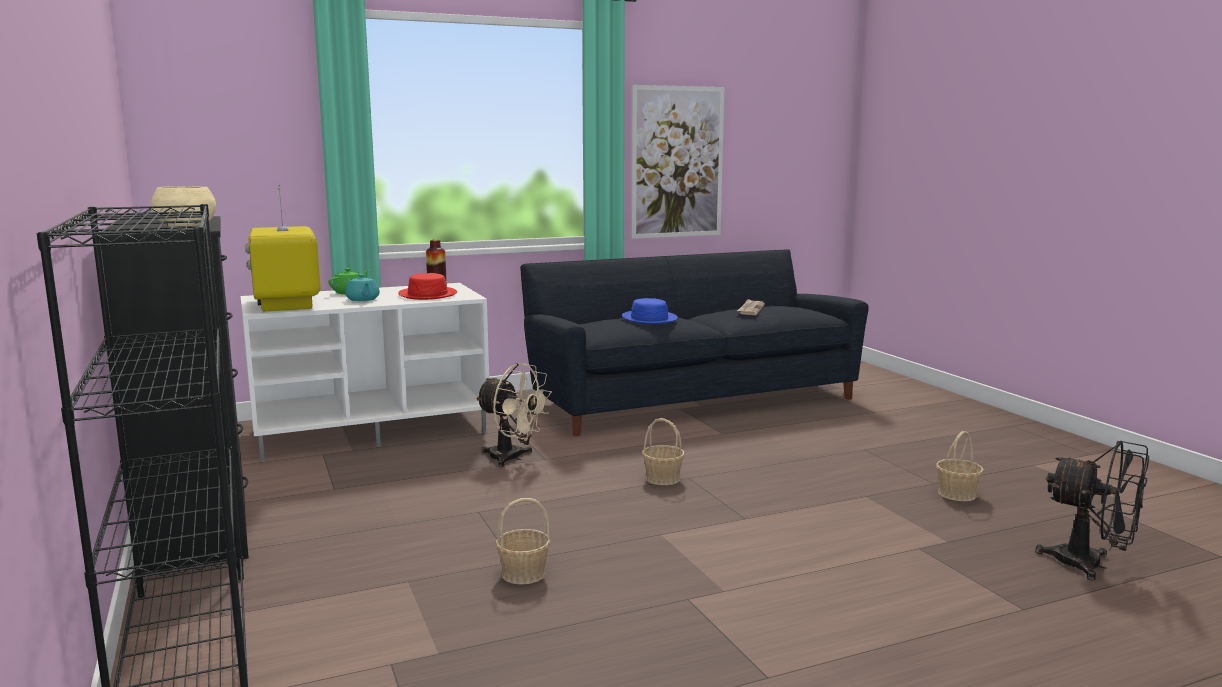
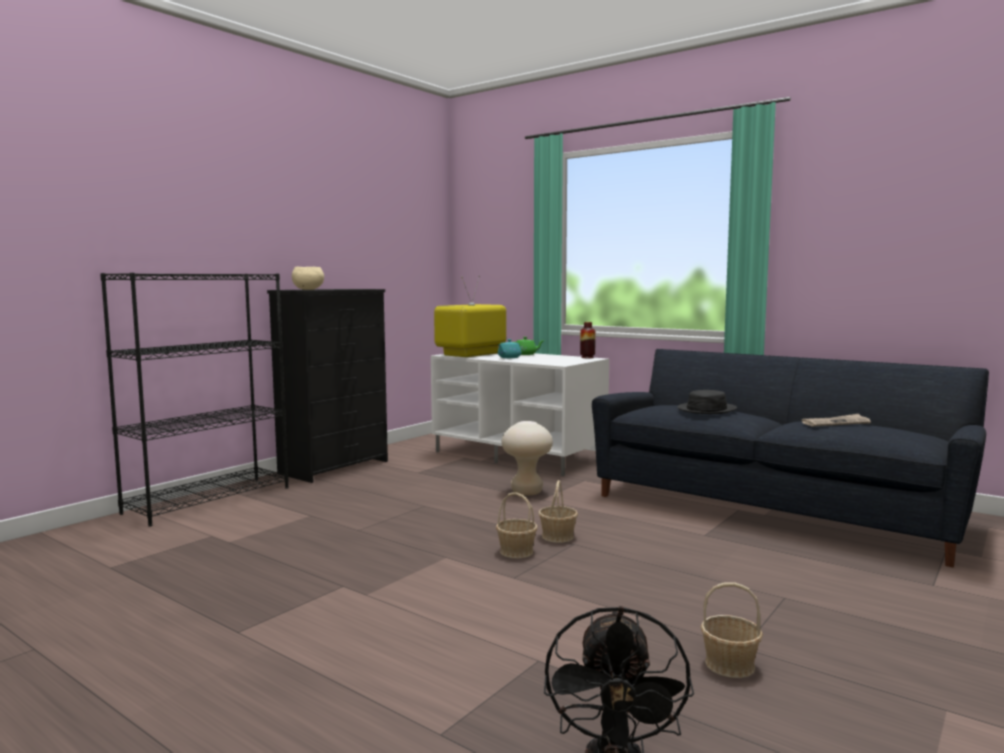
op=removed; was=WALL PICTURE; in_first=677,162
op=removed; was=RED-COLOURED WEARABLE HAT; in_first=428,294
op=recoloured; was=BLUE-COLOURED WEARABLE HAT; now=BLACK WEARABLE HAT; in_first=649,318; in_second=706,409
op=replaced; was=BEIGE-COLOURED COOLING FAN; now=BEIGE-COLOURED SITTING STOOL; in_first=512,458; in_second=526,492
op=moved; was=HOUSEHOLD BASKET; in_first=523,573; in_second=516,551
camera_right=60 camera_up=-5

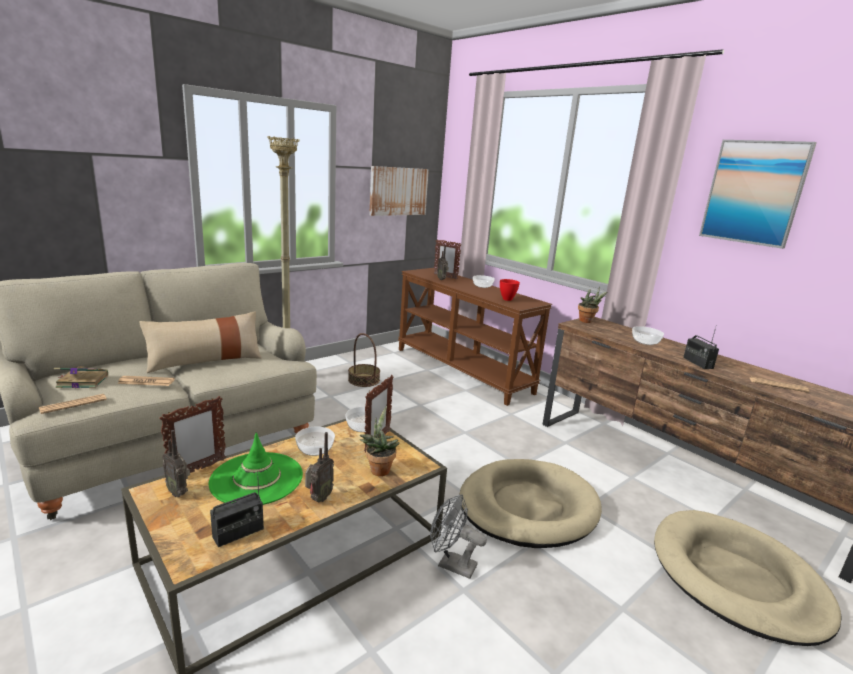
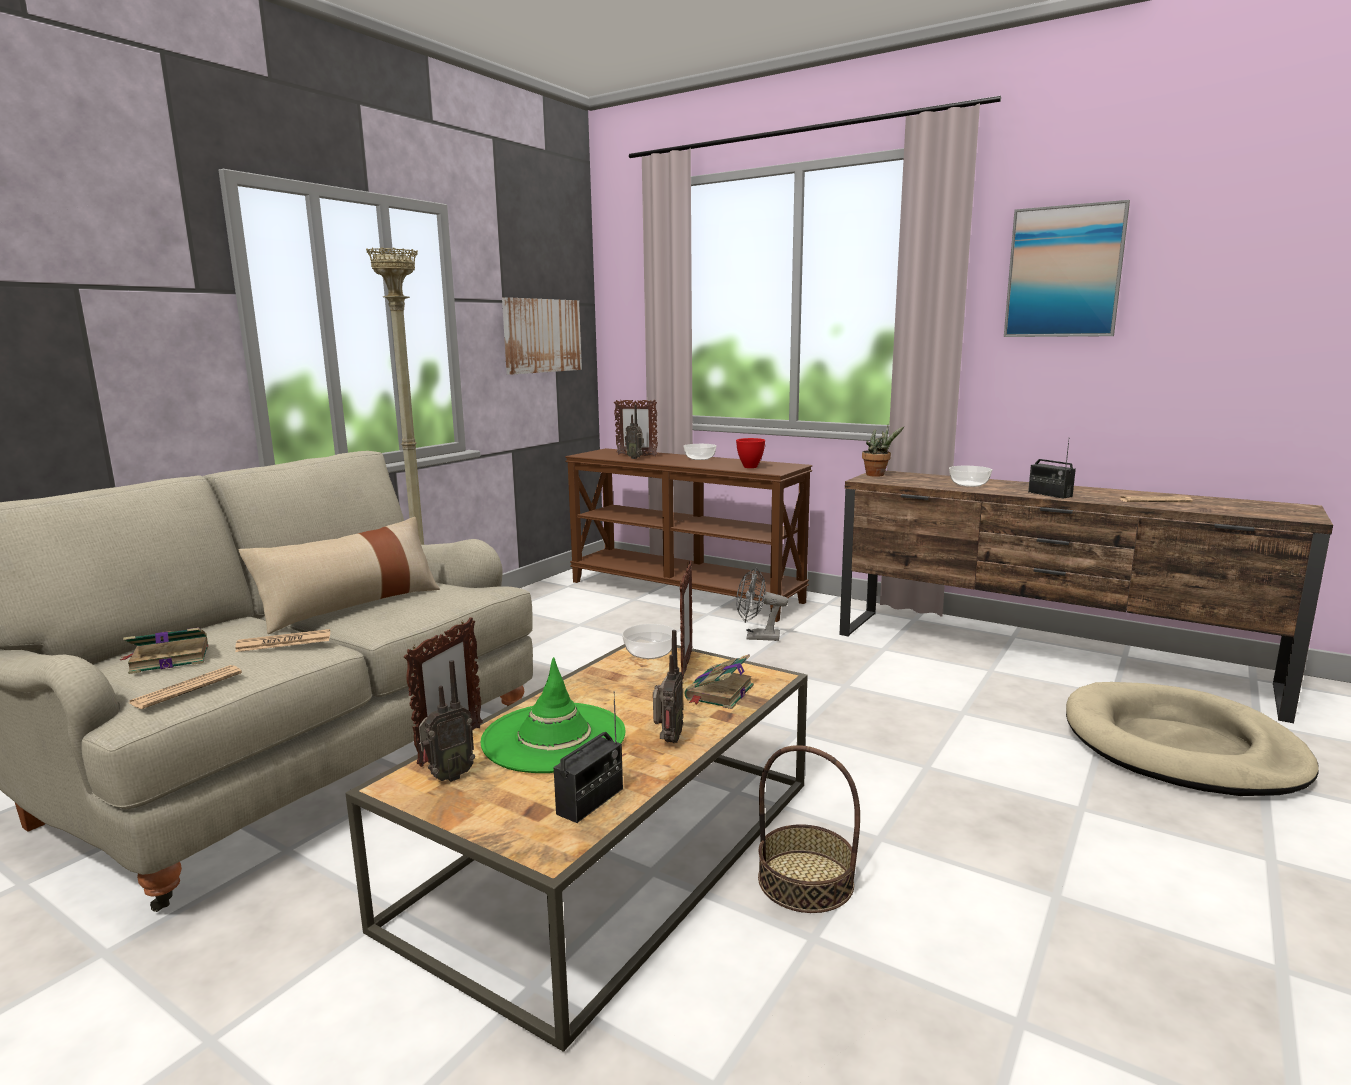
op=moved; was=HOUSEHOLD BASKET; in_first=363,380; in_second=805,881
op=replaced; was=HOUSEPLANT; now=VOLUME; in_first=379,469; in_second=719,693
op=removed; was=DEEP DISH; in_first=314,449
op=turned; was=RADIO RECEIVER; in_first=179,492; in_second=448,777; clockwise=-60
op=removed; was=BEIGE-COLOURED DOG BED; in_first=527,507
op=moved; was=GREYISH COOLING FAN; in_first=451,564; in_second=757,637
camera_right=-15 camera_up=-5

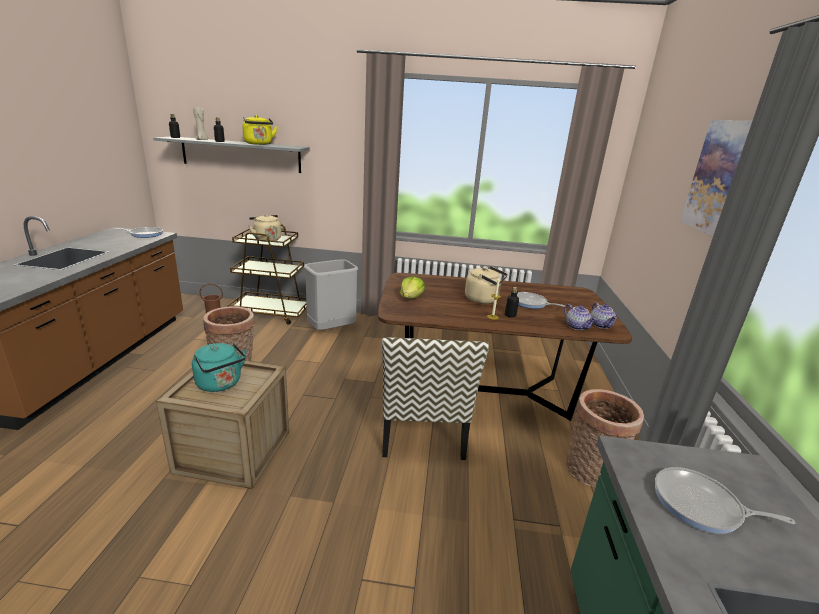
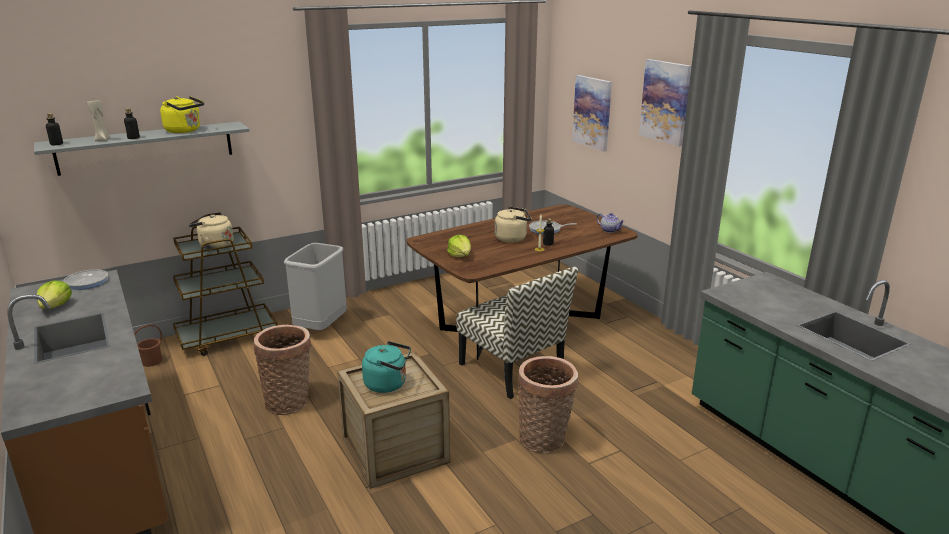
op=removed; was=POT FOR TEA; in_first=577,327
op=moved; was=HOUSEHOLD BASKET; in_first=591,473; in_second=545,440
op=removed; was=SKILLET; in_first=701,506
op=added; now=WALL PICTURE; in_second=592,112
op=added; now=LETTUCE HEAD; in_second=55,306
camera_right=-35 camera_up=0

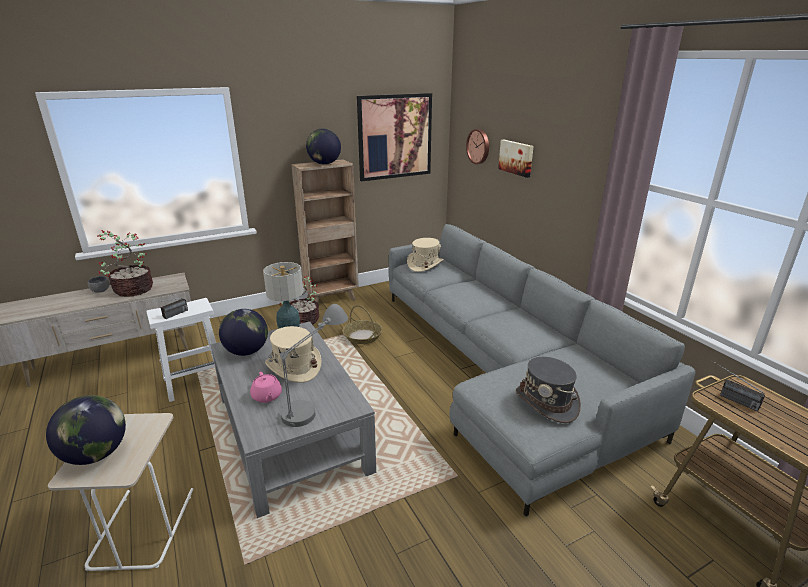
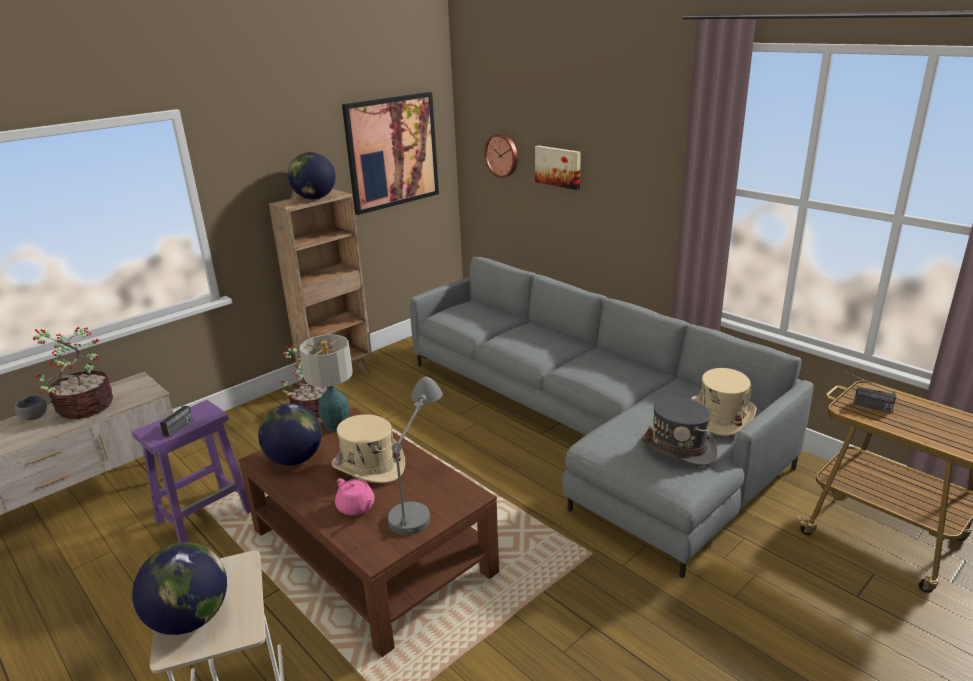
op=moved; was=BEIGE-COLOURED WEARABLE HAT; in_first=425,264; in_second=721,416
op=recoloured; was=WHITE SITTING STOOL; now=PURPLISH SITTING STOOL; in_first=196,381; in_second=206,516
op=removed; was=HOUSEHOLD BASKET; in_first=362,336
op=recoloured; was=GREYISH LOW TABLE; now=BROWN-COLOURED LOW TABLE; in_first=292,433; in_second=372,551
camera_right=-15 camera_up=0

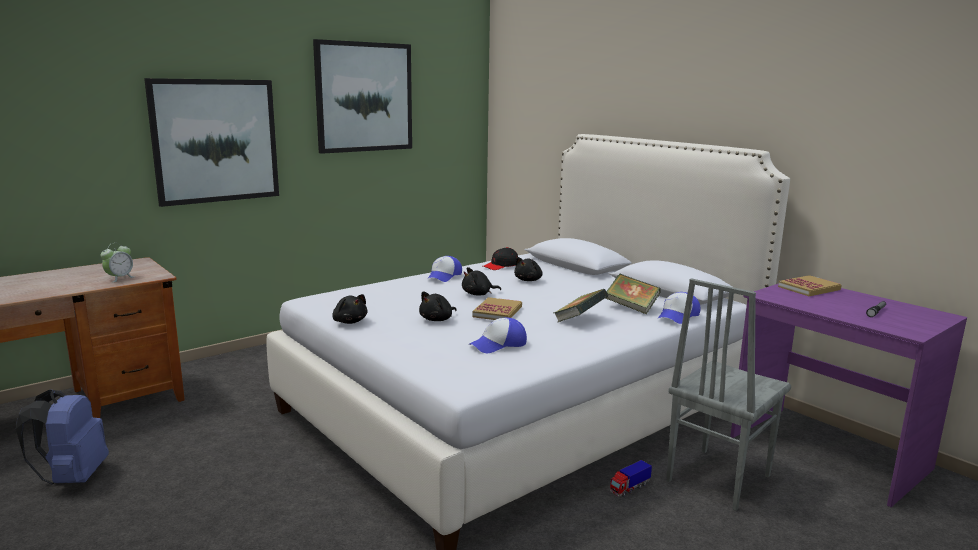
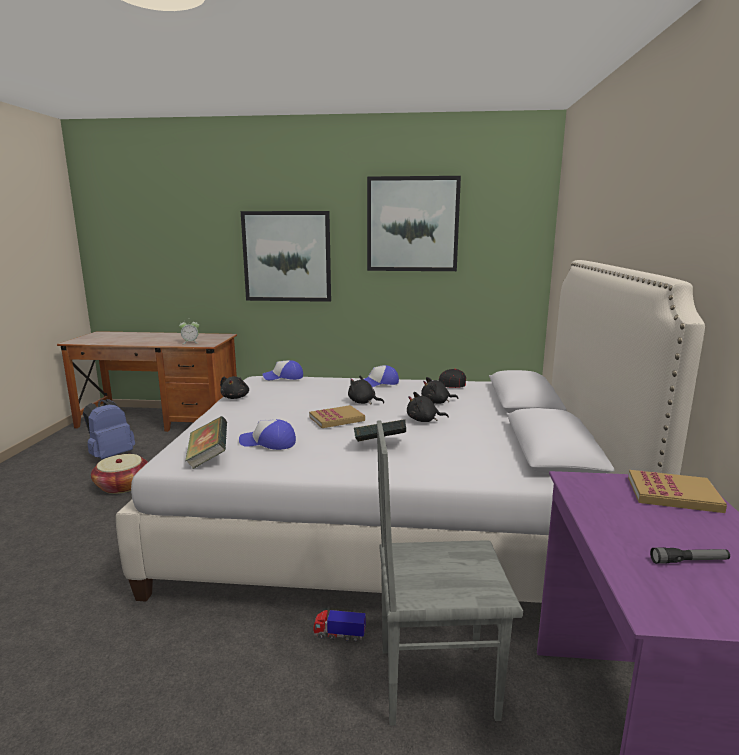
op=moved; was=VOLUME; in_first=631,307; in_second=208,458
op=moved; was=BLACK CUDDLY TOY; in_first=437,319; in_second=424,420
op=moved; was=CAP; in_first=678,316; in_second=283,377
op=added; now=HOUSEHOLD BASKET; in_second=122,485
camera_right=45 camera_up=0

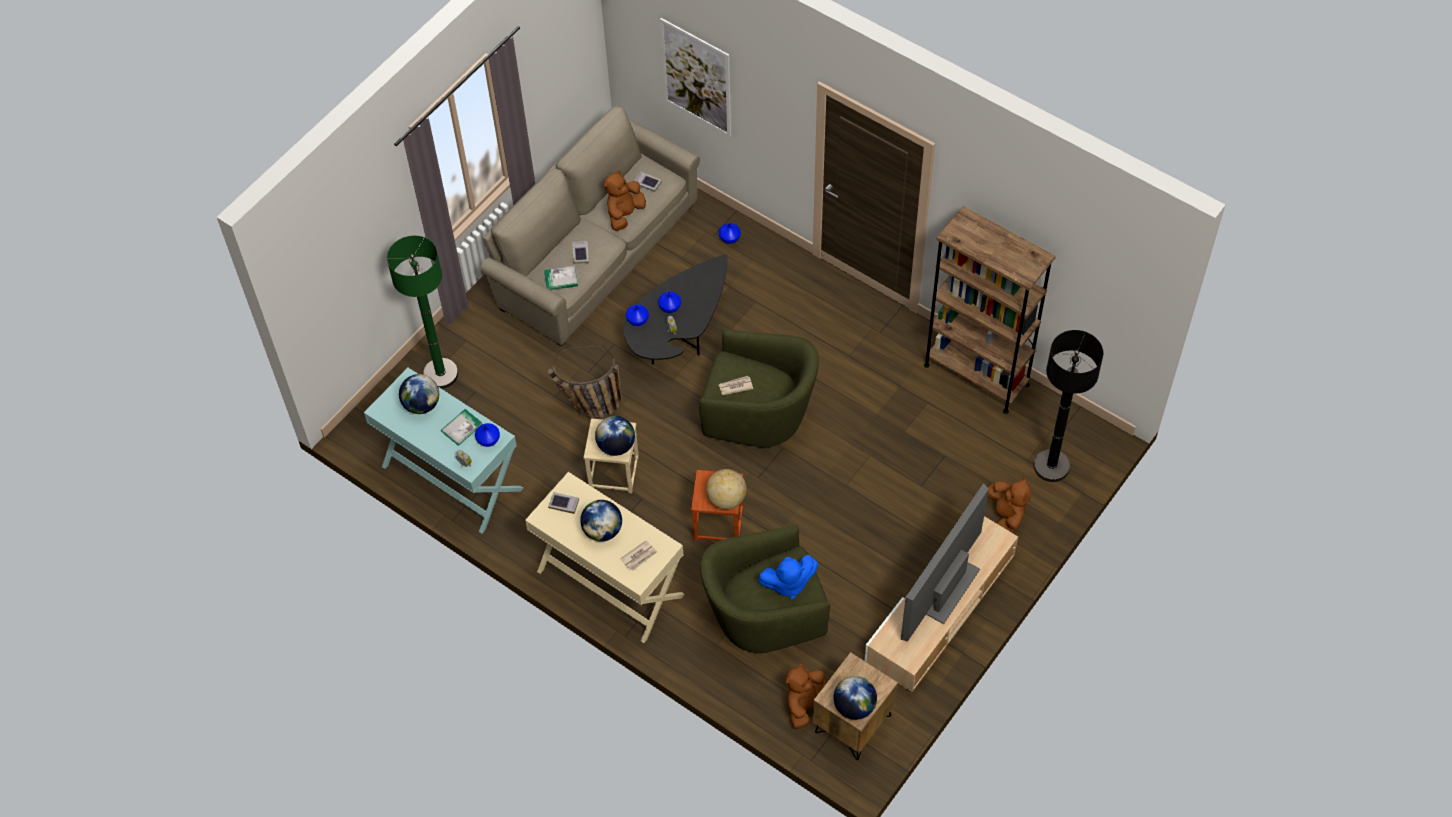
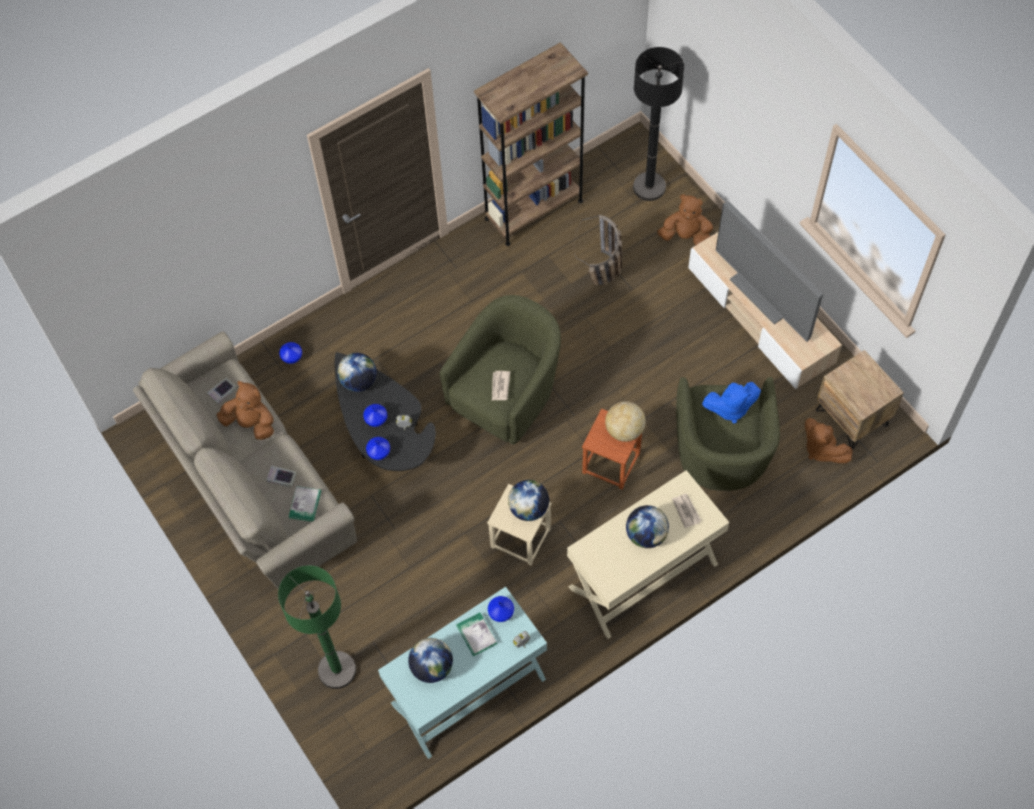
op=removed; was=WALL PICTURE; in_first=696,77
op=turned; was=BROWN-COLOURED CUDDLY TOY; in_first=624,214; in_second=251,423; clockwise=150
op=moved; was=HOUSEHOLD BASKET; in_first=587,407; in_second=603,276
op=removed; was=VOLUME; in_first=564,504
op=turned; was=BLUE-COLOURED CUDDLY TOY; in_first=788,583; in_second=730,408; clockwise=75
op=moved; was=GLOBE; in_first=854,706; in_second=359,381
camera_right=-70 camera_up=5

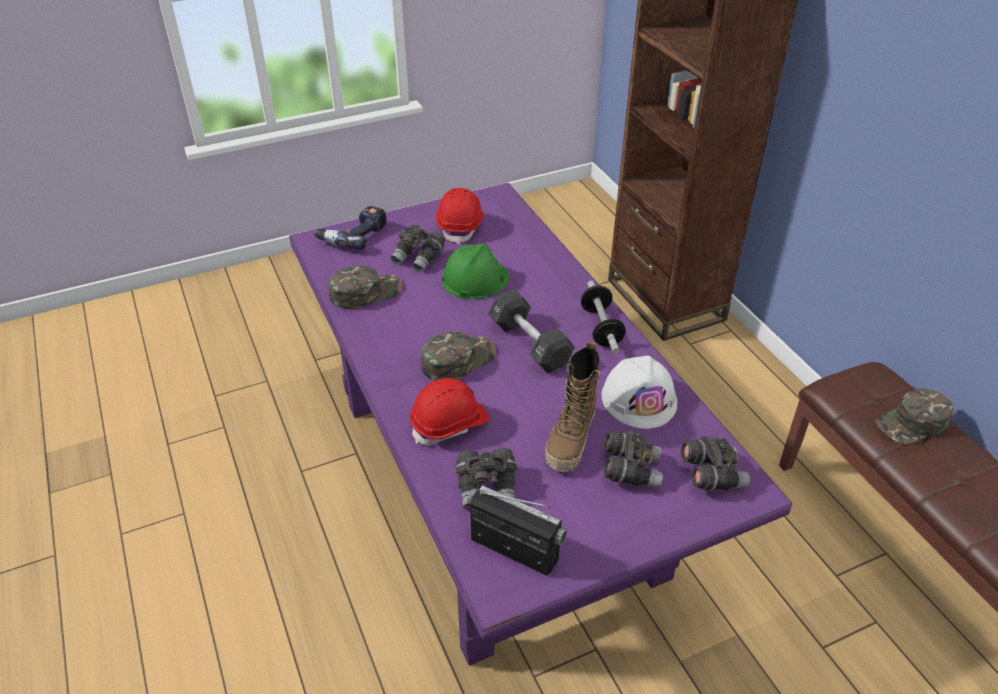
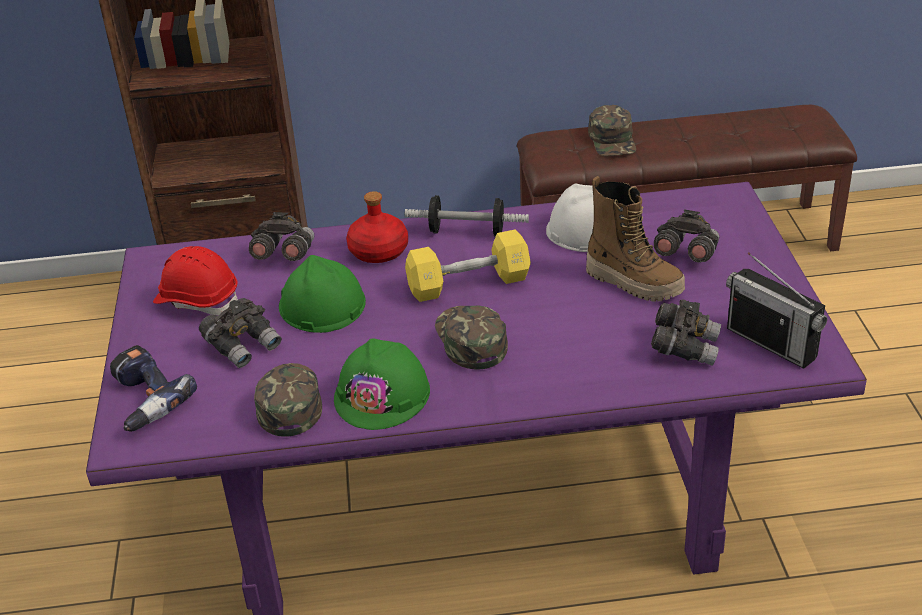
op=recoloured; was=BLACK HAND WEIGHT; now=YELLOW-COLOURED HAND WEIGHT; in_first=530,344; in_second=468,283
op=removed; was=RED-COLOURED HARD HAT; in_first=450,424
op=moved; was=GREYISH BINOCULARS; in_first=711,475; in_second=284,255
op=turned; was=RADIO RECEIVER; in_first=514,549; in_second=771,343; clockwise=-90
op=added; now=RED-COLOURED BOTTLE; in_second=379,251
op=added; now=GREENISH HARD HAT; in_second=382,395
camera_right=-70 camera_up=-5

